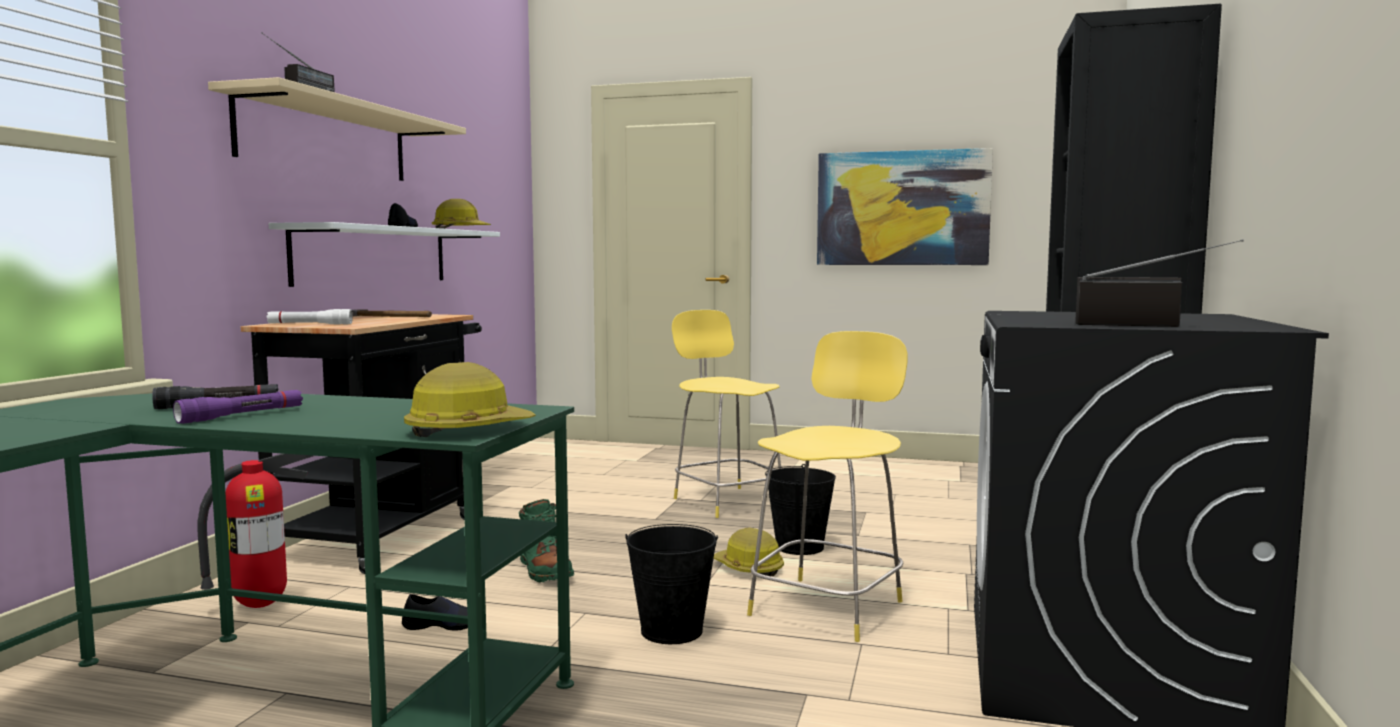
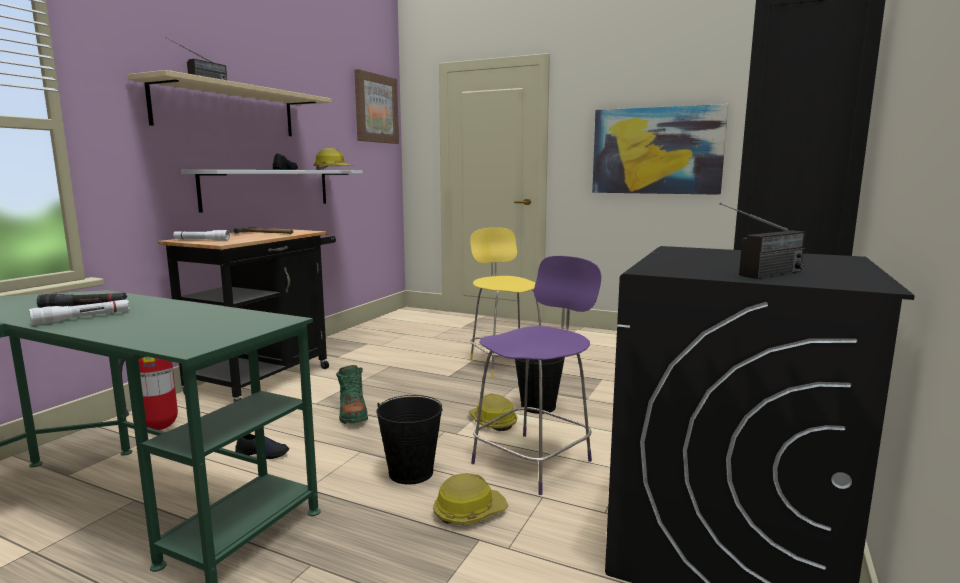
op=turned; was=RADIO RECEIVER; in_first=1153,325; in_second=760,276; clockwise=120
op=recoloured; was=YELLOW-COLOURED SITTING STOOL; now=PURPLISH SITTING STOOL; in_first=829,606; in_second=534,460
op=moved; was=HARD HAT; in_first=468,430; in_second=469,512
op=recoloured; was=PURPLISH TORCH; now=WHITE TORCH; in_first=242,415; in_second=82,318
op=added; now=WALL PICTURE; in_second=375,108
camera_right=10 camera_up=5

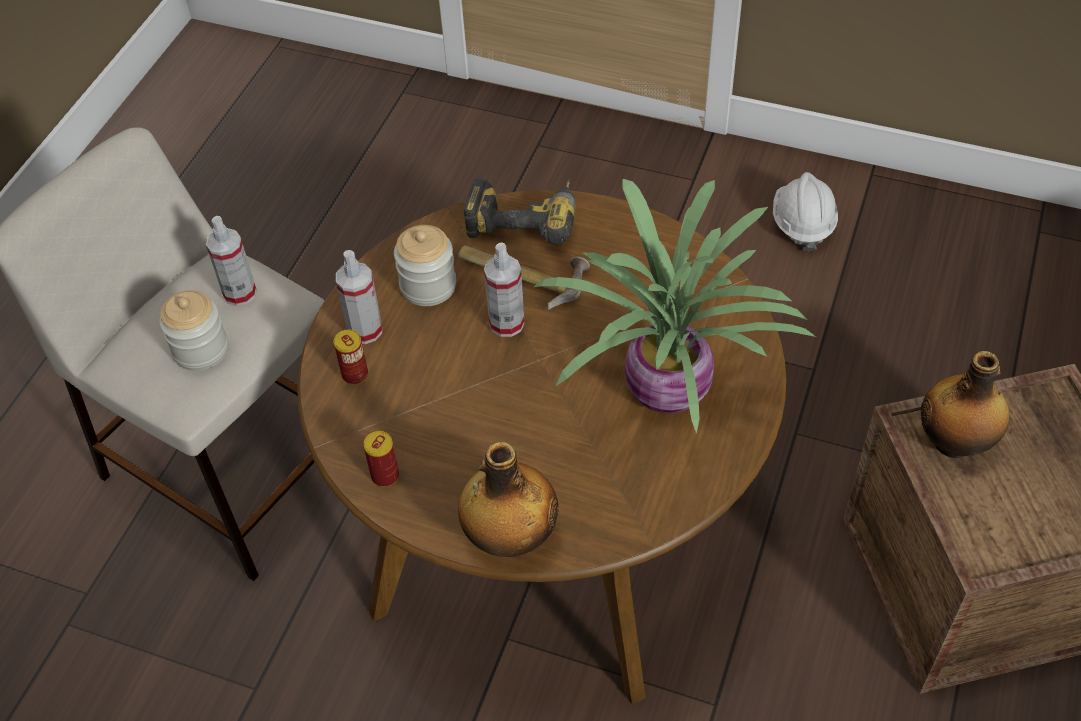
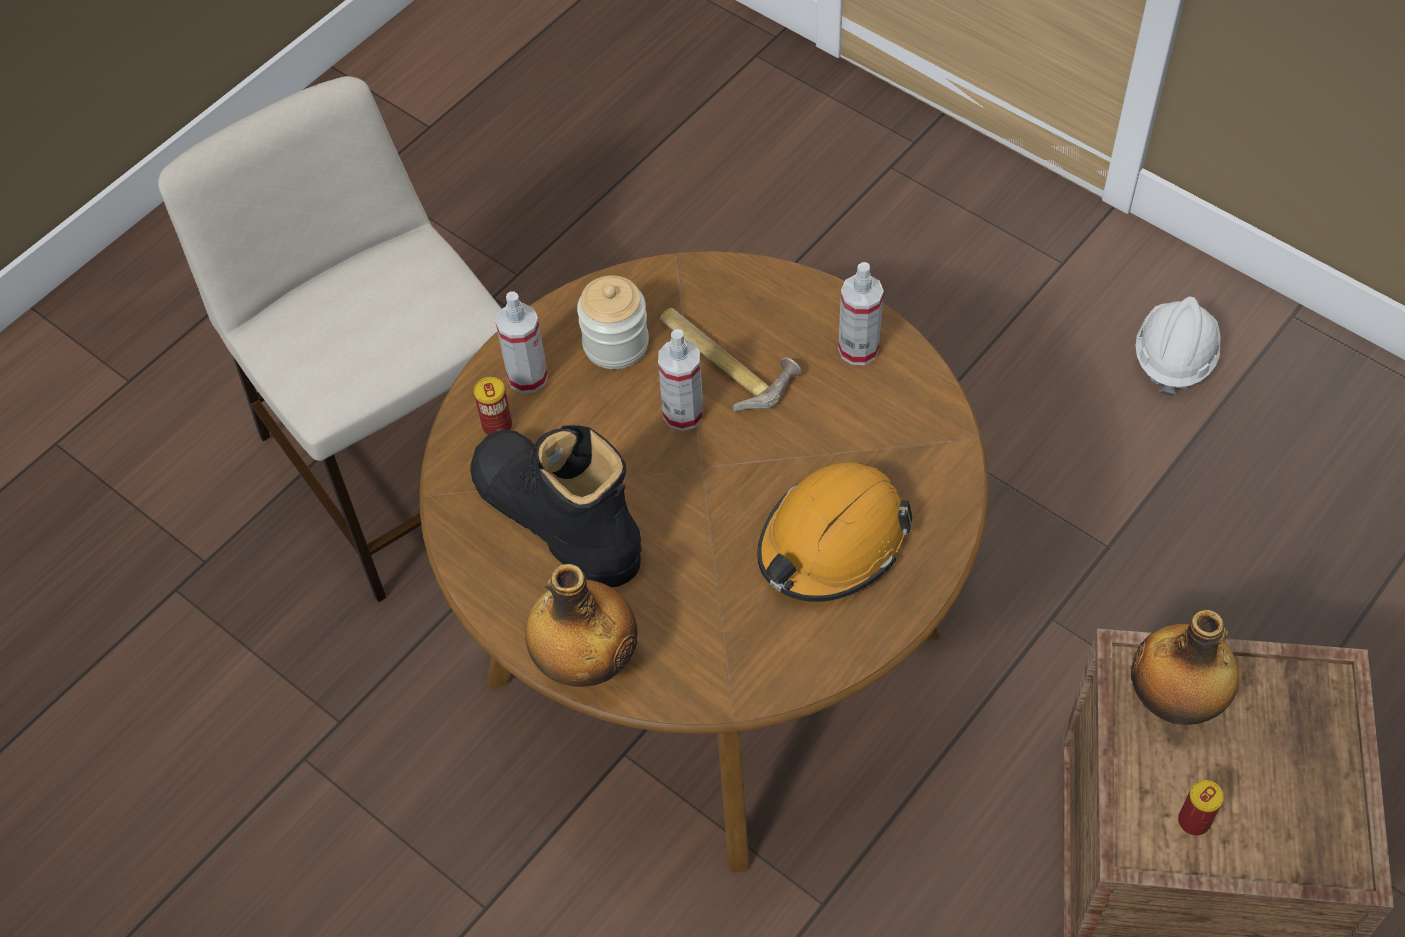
op=removed; was=DRILL; in_first=525,218
op=replaced; was=HOUSEPLANT; now=ORANGE-COLOURED HARD HAT; in_first=670,386; in_second=831,543
op=moved; was=SPRAYER; in_first=240,293; in_second=858,349
op=removed; was=STORAGE JAR; in_first=201,349
op=moved; was=SEALED CAN; in_first=385,476; in_second=1193,821
op=added; now=BLACK TALL BOOT; in_second=557,518
camera_right=20 camera_up=5

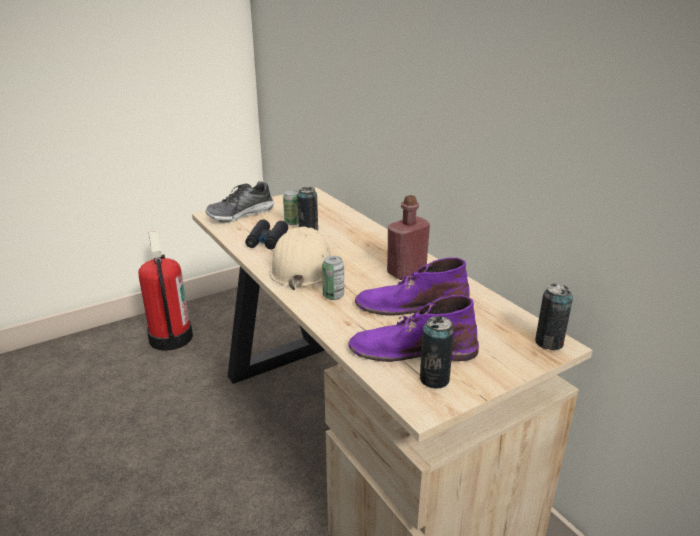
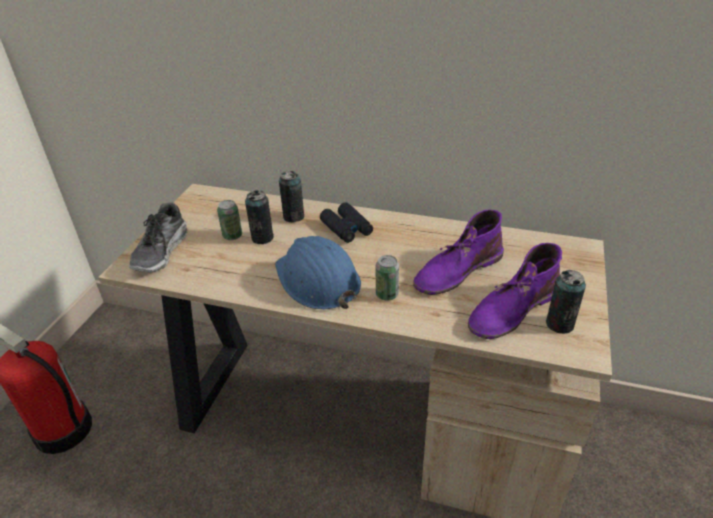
op=removed; was=RED-COLOURED BOTTLE; in_first=406,272
op=moved; was=BLACK BINOCULARS; in_first=267,240; in_second=347,228
op=recoloured; was=BEIGE-COLOURED HARD HAT; now=BLUE-COLOURED HARD HAT; in_first=302,267; in_second=317,280
op=moved; was=SEALED CAN; in_first=549,343; in_second=293,217
camera_right=-40 camera_up=10

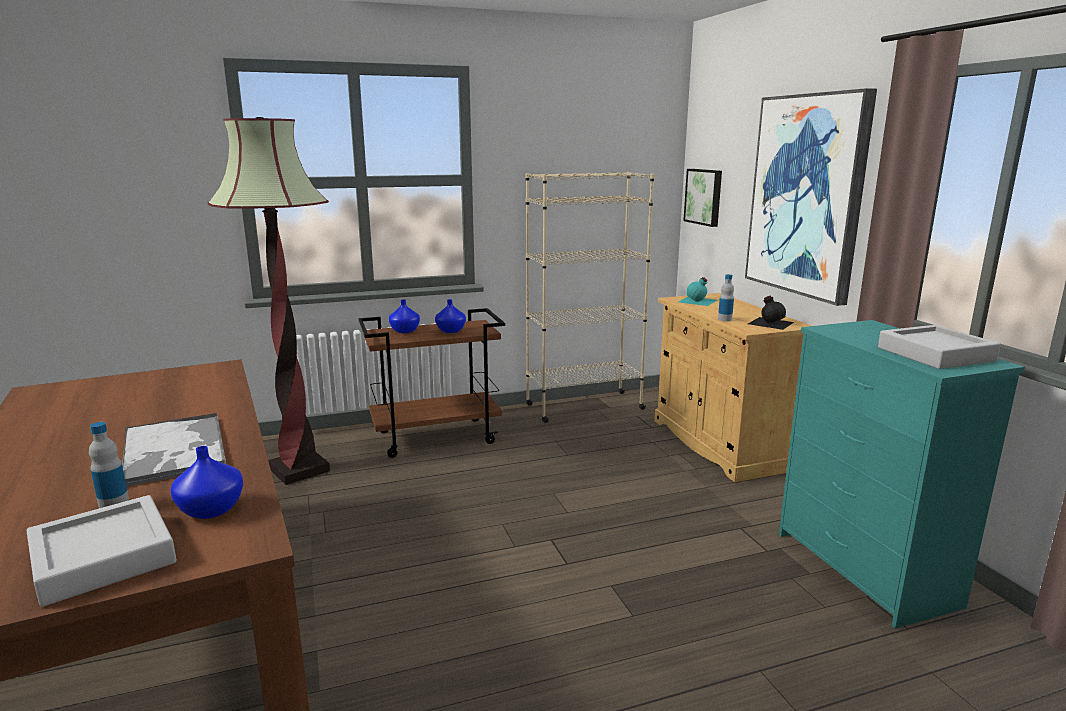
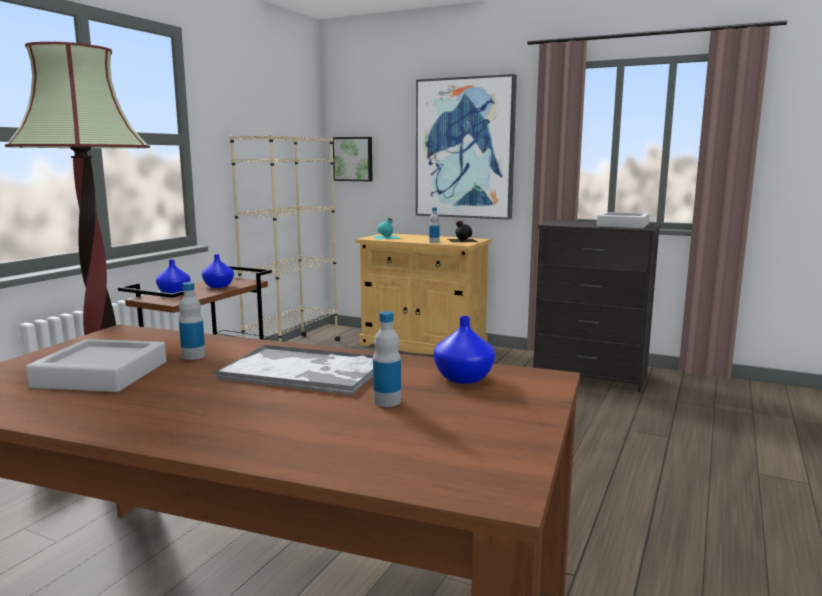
op=recoloured; was=TURQUOISE DRESSER; now=BLACK DRESSER; in_first=864,569; in_second=591,375
op=moved; was=GREYISH CARRYING TRAY; in_first=103,557; in_second=101,374
op=added; now=BOTTLE; in_second=193,356
camera_right=-45 camera_up=-5

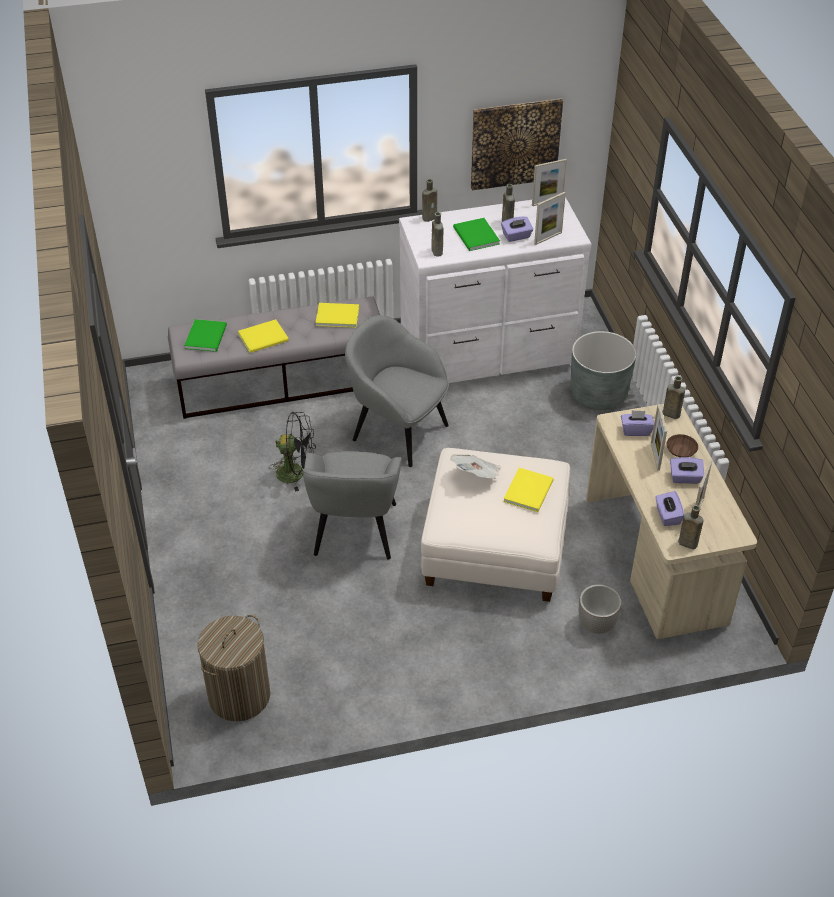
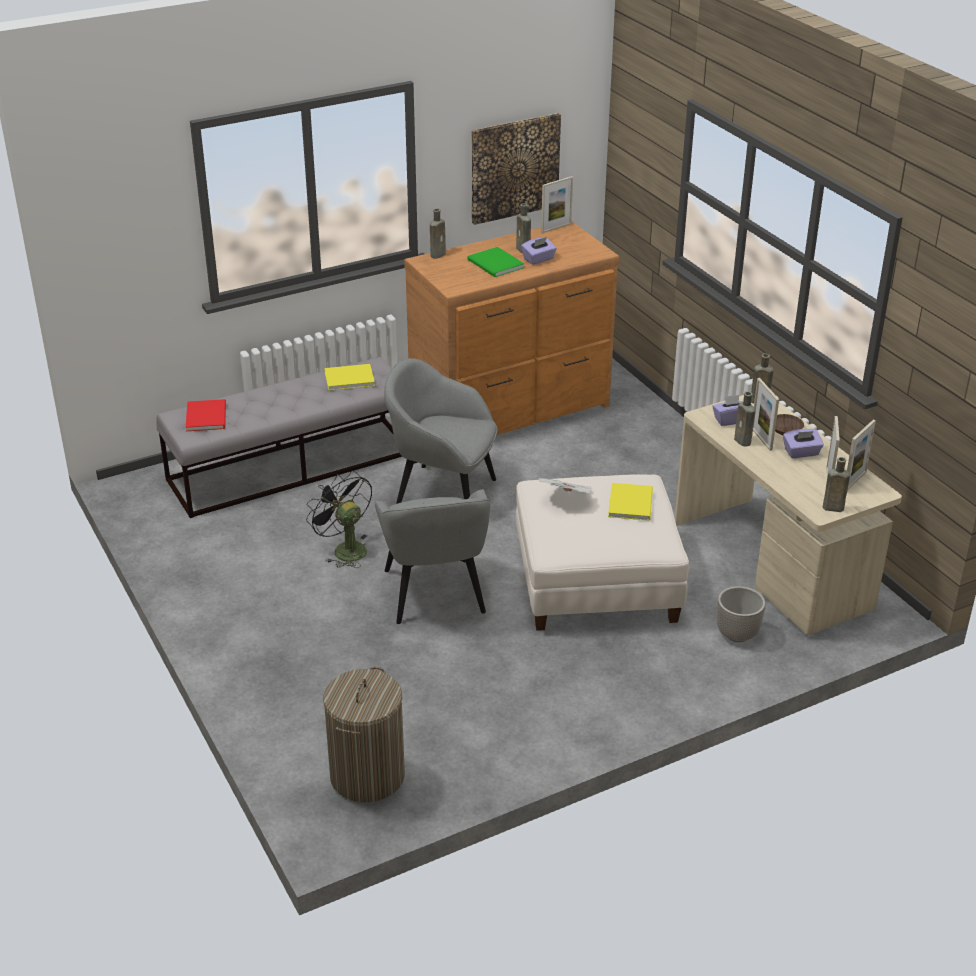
op=moved; was=PHOTO FRAME; in_first=548,238; in_second=855,481
op=recoloured; was=WHITE DRESSER; now=BROWN-COLOURED DRESSER; in_first=489,354; in_second=512,409
op=moved; was=BROWN-COLOURED BOTTLE; in_first=437,252; in_second=743,442
op=recoloured; was=GREENISH VOLUME; now=RED-COLOURED VOLUME; in_first=207,336; in_second=207,416
op=removed; was=YELLOW-COLOURED VOLUME; in_first=265,338
op=removed; was=GREYISH PLANTER; in_first=598,394
op=turned; was=BLACK COOLING FAN; in_first=296,473; in_second=344,549; clockwise=-120
op=removed; was=PURPLISH TISSUE BOX; in_first=667,516
camera_right=-15 camera_up=-10

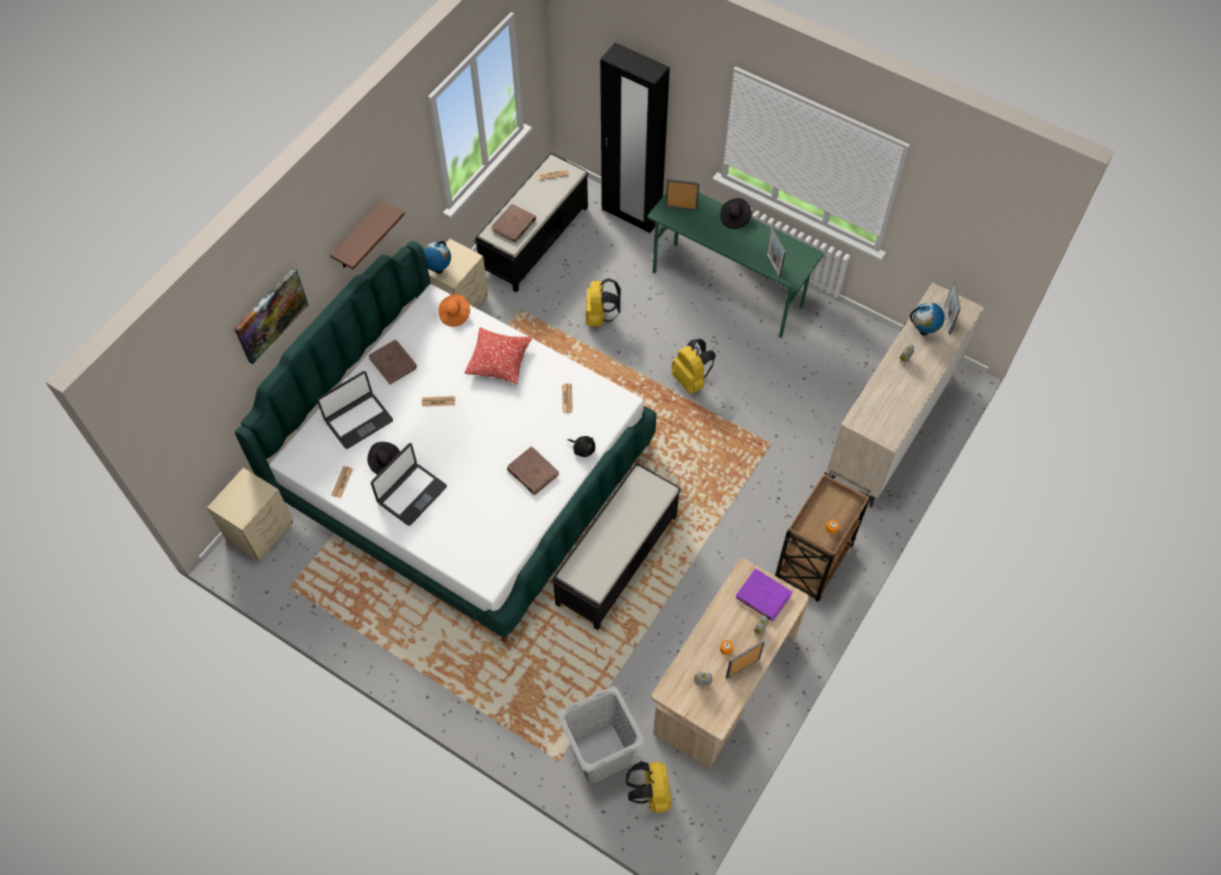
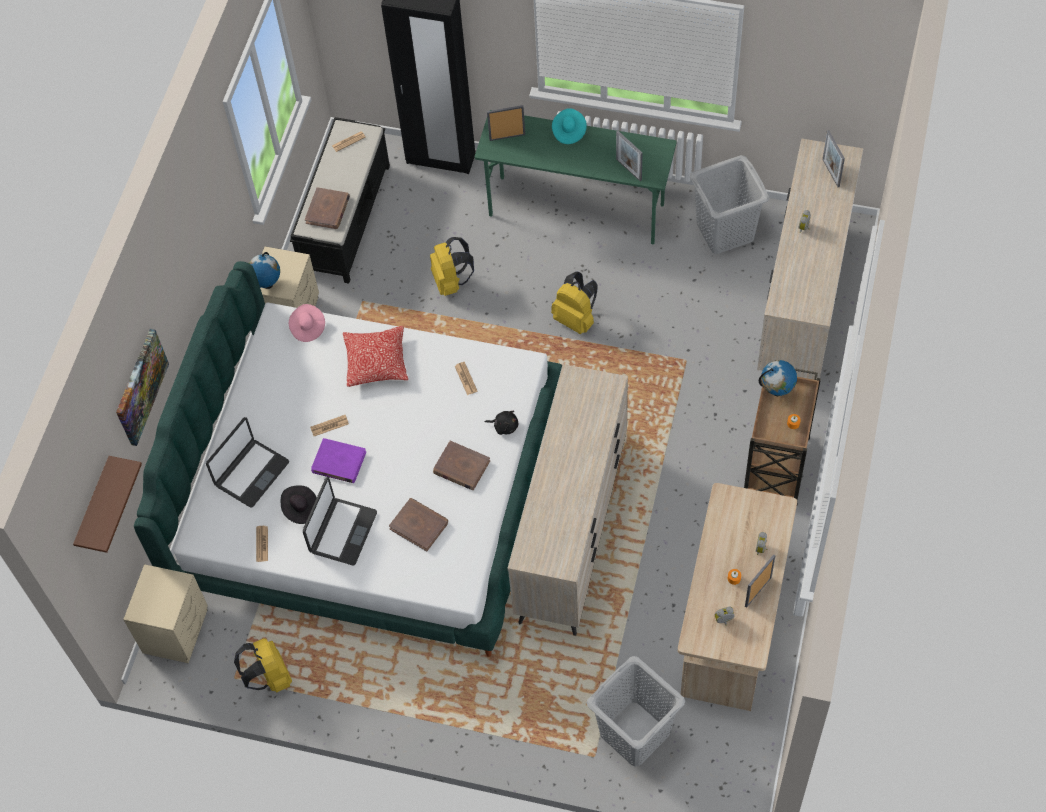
op=recoloured; was=BLACK WEARABLE HAT; now=TURQUOISE WEARABLE HAT; in_first=734,218; in_second=568,131
op=moved; was=BROWN-COLOURED BRACKET SHELF; in_first=358,237; in_second=95,508
op=recoloured; was=ORANGE-COLOURED WEARABLE HAT; now=PINK WEARABLE HAT; in_first=454,315; in_second=307,328
op=moved; was=GLOBE; in_first=923,331; in_second=777,391
op=moved; was=BROWN-COLOURED VOLUME; in_first=393,363; in_second=419,525
op=replaced; was=BLACK BENCH; now=BEIGE-COLOURED DRESSER; in_first=617,558; in_second=573,531
op=moved; was=PURPLISH VOLUME; in_first=763,596; in_second=338,463
op=moved; was=YELLOW-COLOURED KNAPSACK; in_first=651,793; in_second=269,677
op=added; now=GREYISH LAUNDRY BASKET; in_second=725,232
camera_right=-15 camera_up=0

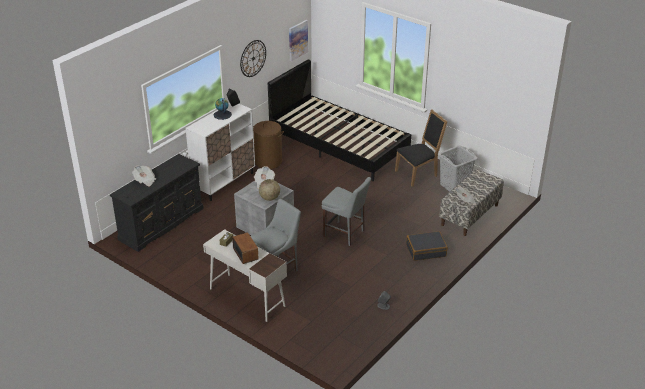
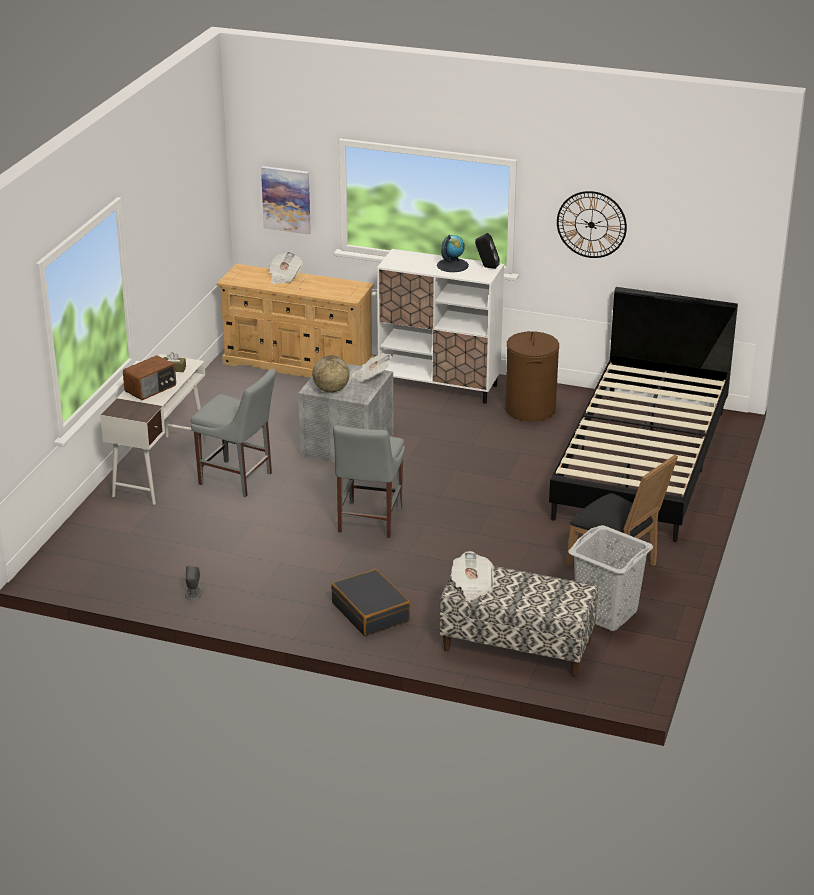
op=moved; was=WALL PICTURE; in_first=297,40; in_second=286,199
op=recoloured; was=BLACK DRESSER; now=BEIGE-COLOURED DRESSER; in_first=162,223; in_second=299,364
camera_right=70 camera_up=-5

